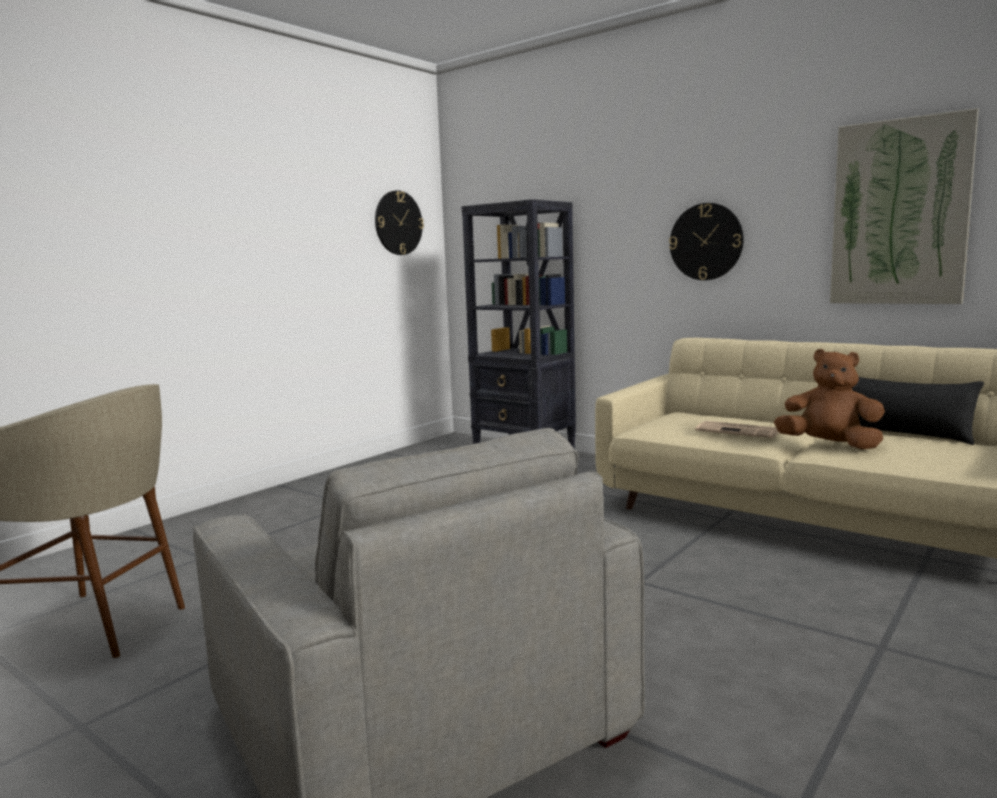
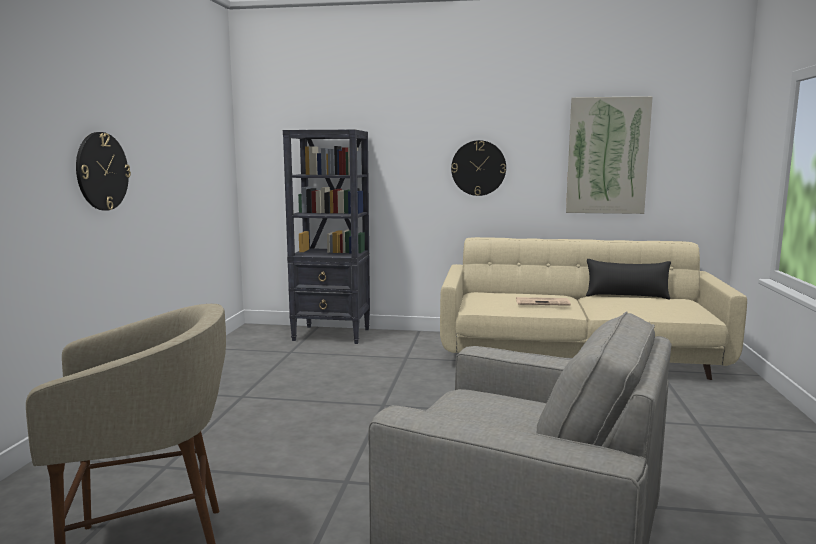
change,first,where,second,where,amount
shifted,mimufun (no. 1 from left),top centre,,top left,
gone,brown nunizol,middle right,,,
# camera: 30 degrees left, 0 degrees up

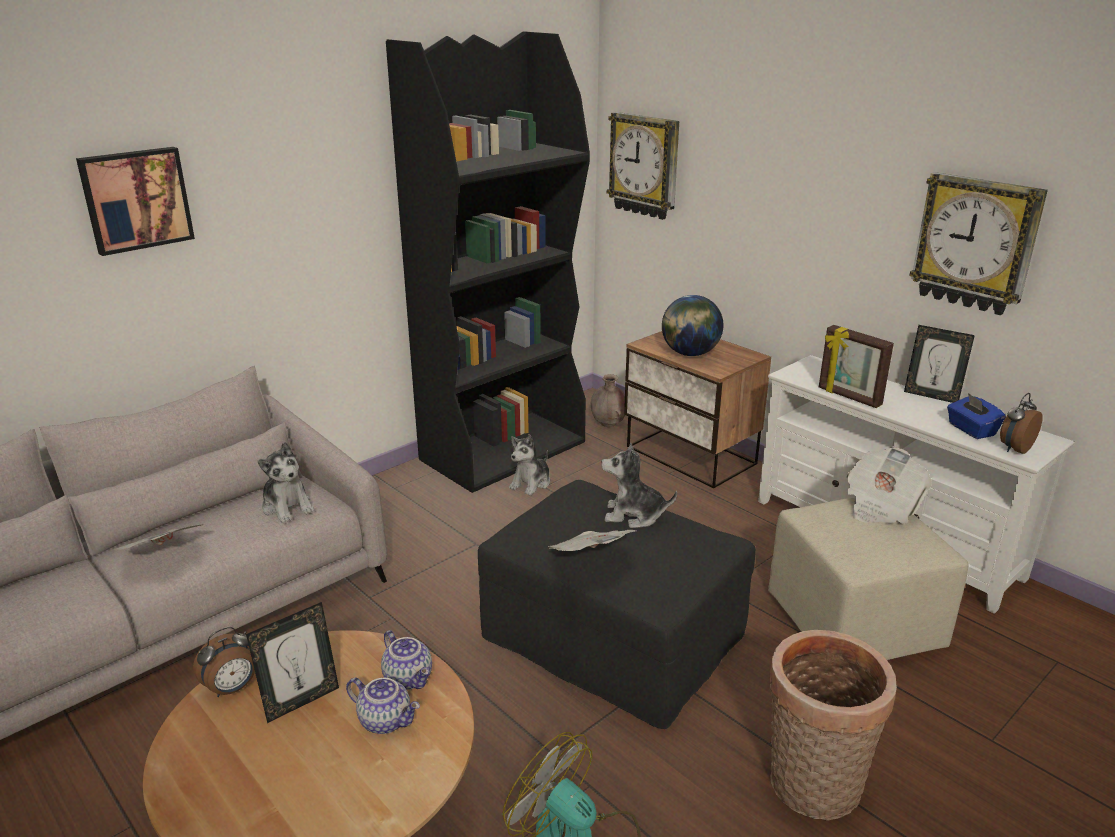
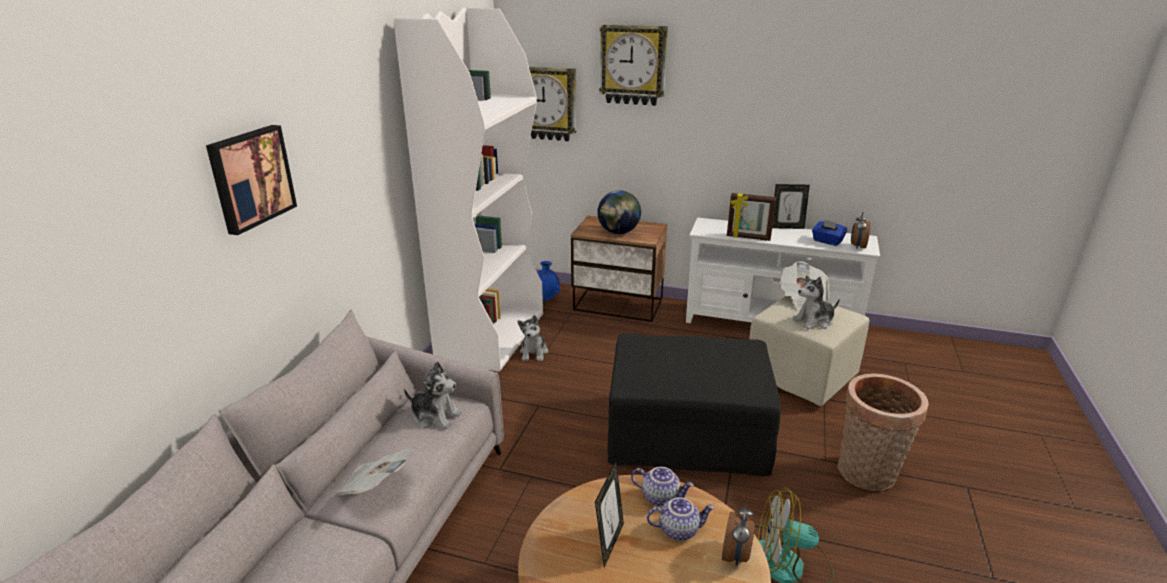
change,first,where,second,where,amount
repainted,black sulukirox,top centre,white sulukirox,top centre,
repainted,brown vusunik,centre,blue vusunik,centre,
shifted,mimufun (no. 2 from left),top right,,top centre,
shifted,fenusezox (no. 1 from left),bottom left,,bottom centre,
shifted,nunizol (no. 3 from left),centre,,middle right,
gone,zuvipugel (no. 2 from left),centre,,,
# camera: 30 degrees left, 0 degrees up

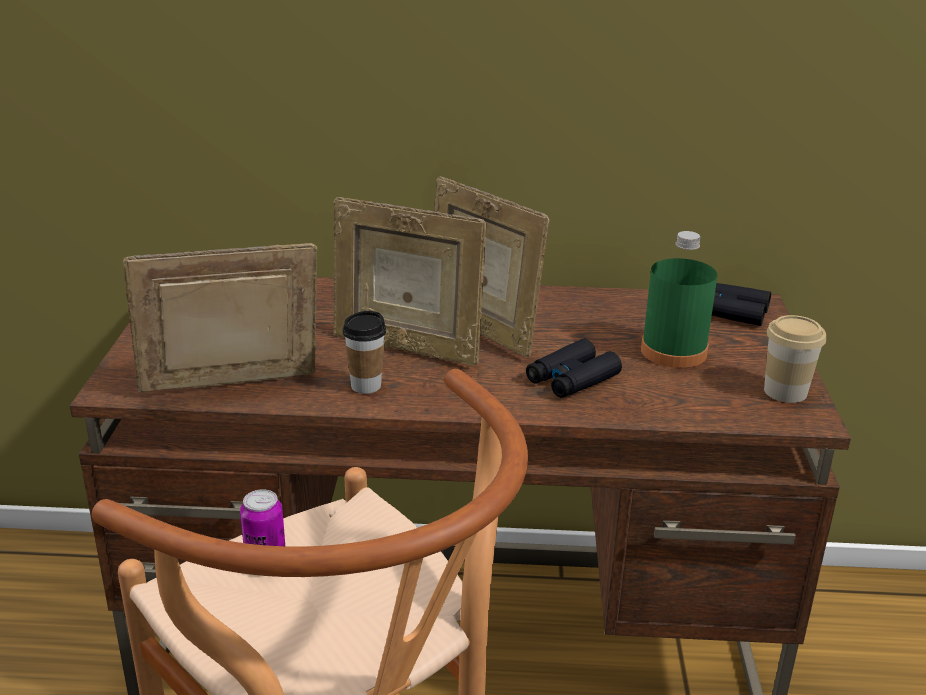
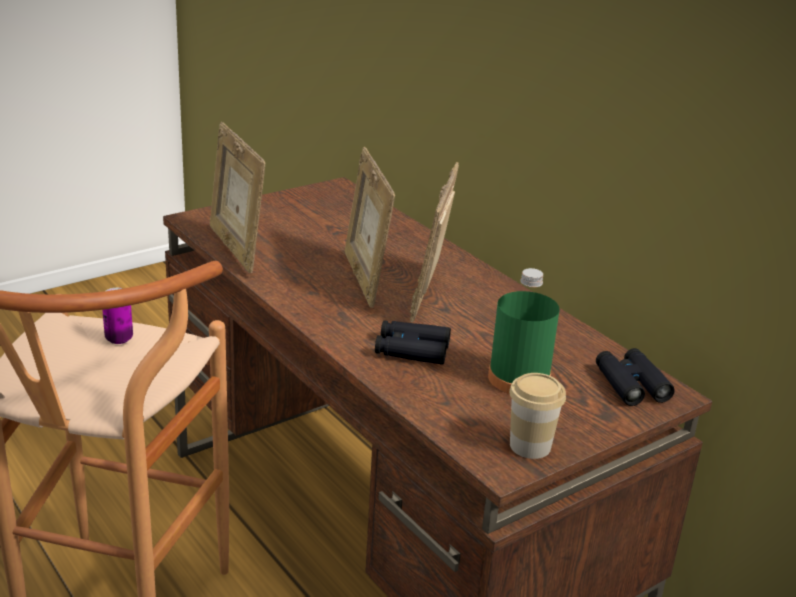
change,first,where,second,where,amount
rotated,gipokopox (no. 1 from left),middle left,,top left,150 degrees counterclockwise
gone,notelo (no. 1 from left),centre,,,
# camera: 50 degrees right, 0 degrees up

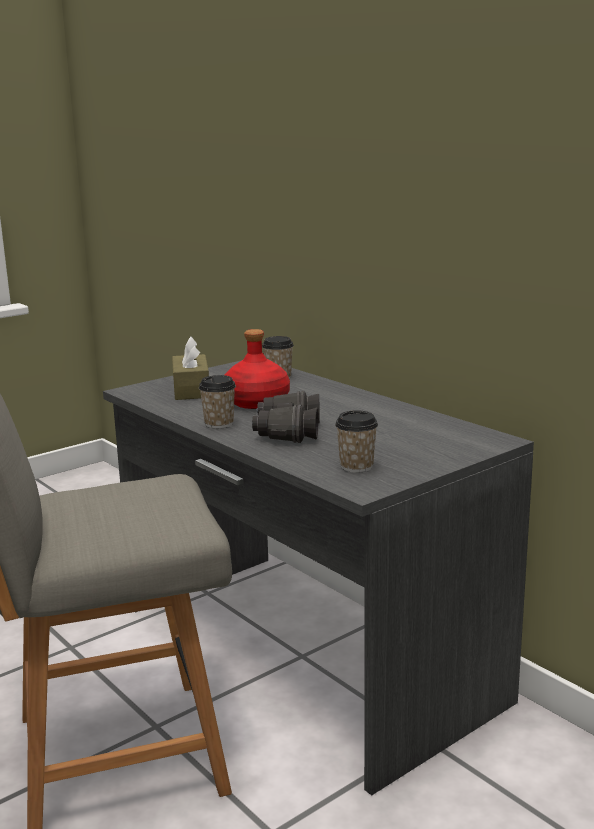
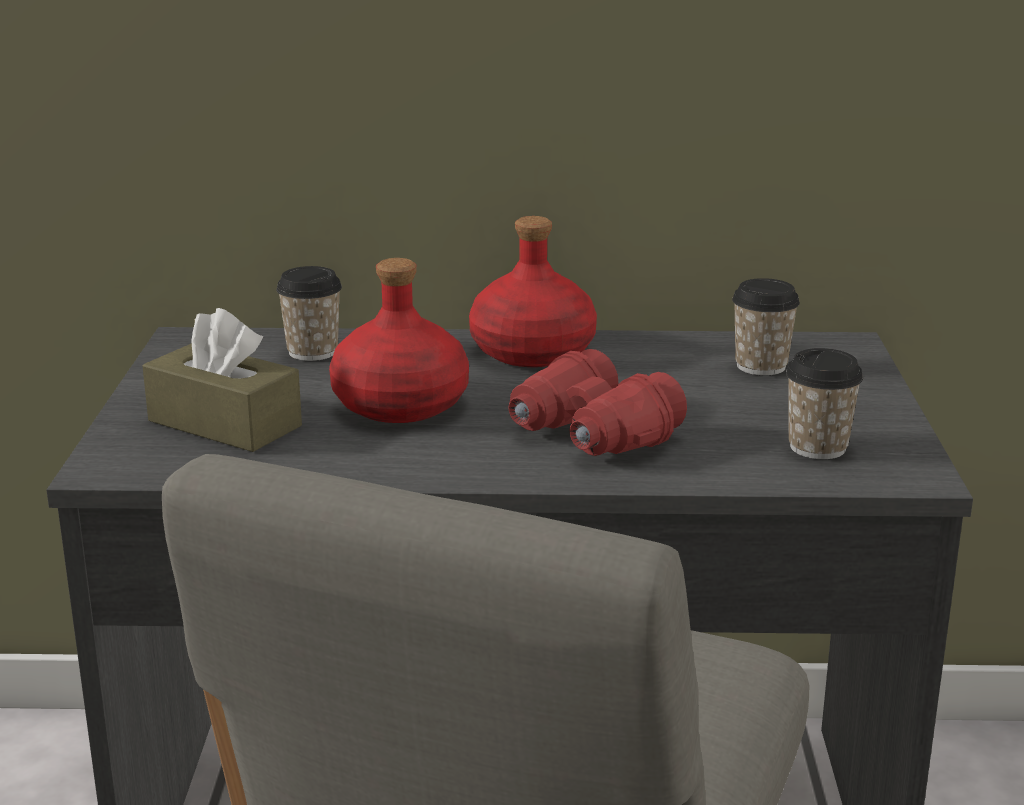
change,first,where,second,where,amount
new,,,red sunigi (no. 2 from left),centre,
repainted,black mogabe,centre,red mogabe,centre,
shifted,notelo (no. 1 from left in the first image),centre,notelo (no. 2 from left),middle right,
# camera: 50 degrees left, 5 degrees up

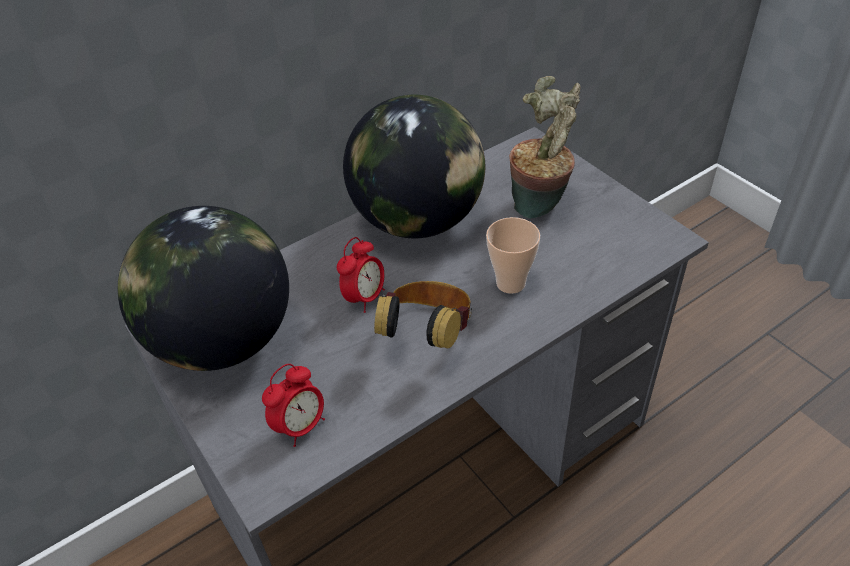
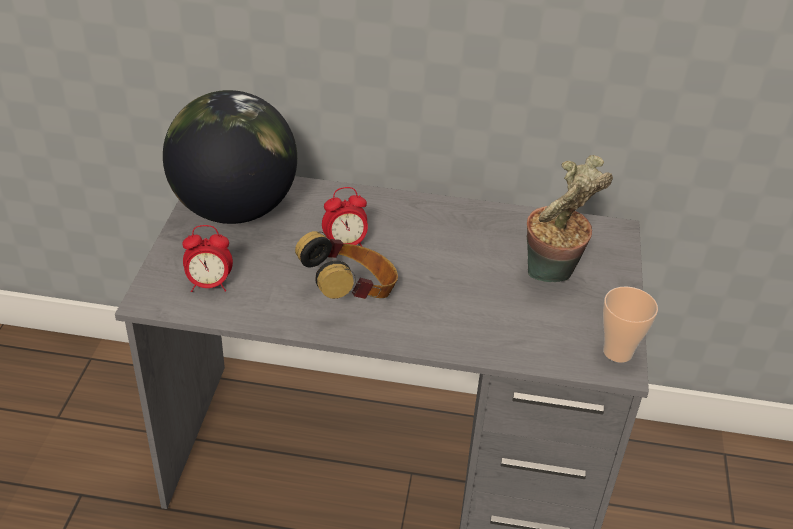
change,first,where,second,where,amount
shifted,notelo,centre,,middle right,
gone,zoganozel (no. 2 from left),top centre,,,
# camera: 40 degrees right, 5 degrees down

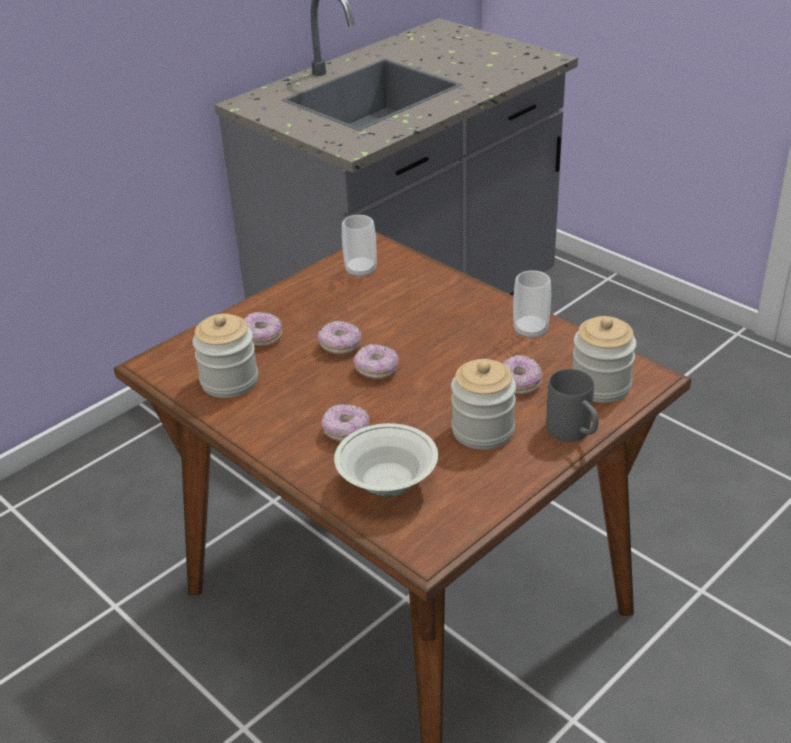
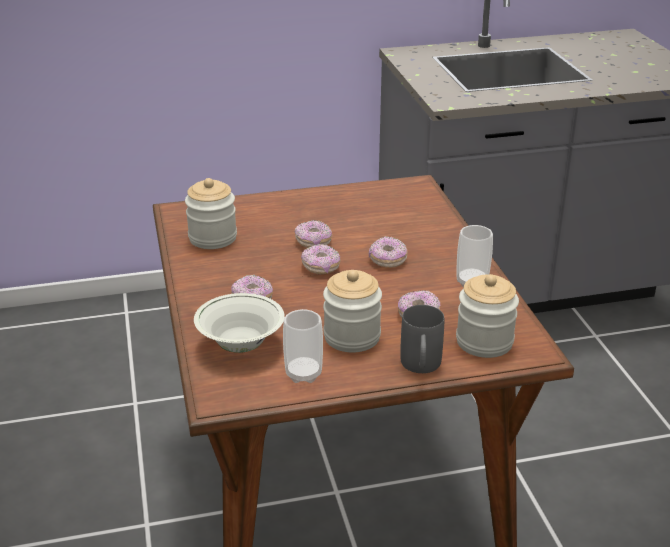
change,first,where,second,where,amount
shifted,notelo (no. 1 from left),top centre,,centre,
shifted,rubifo (no. 1 from left in the first image),middle left,rubifo (no. 4 from left),centre,
# camera: 30 degrees right, 5 degrees down

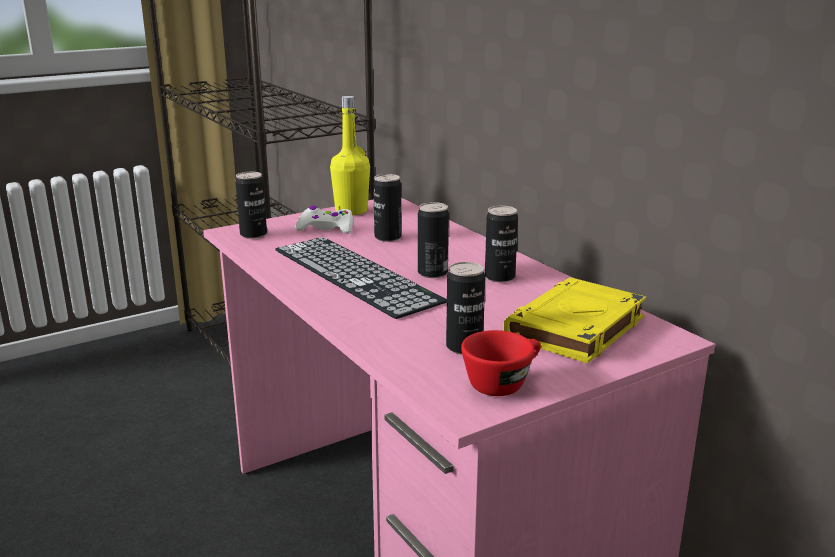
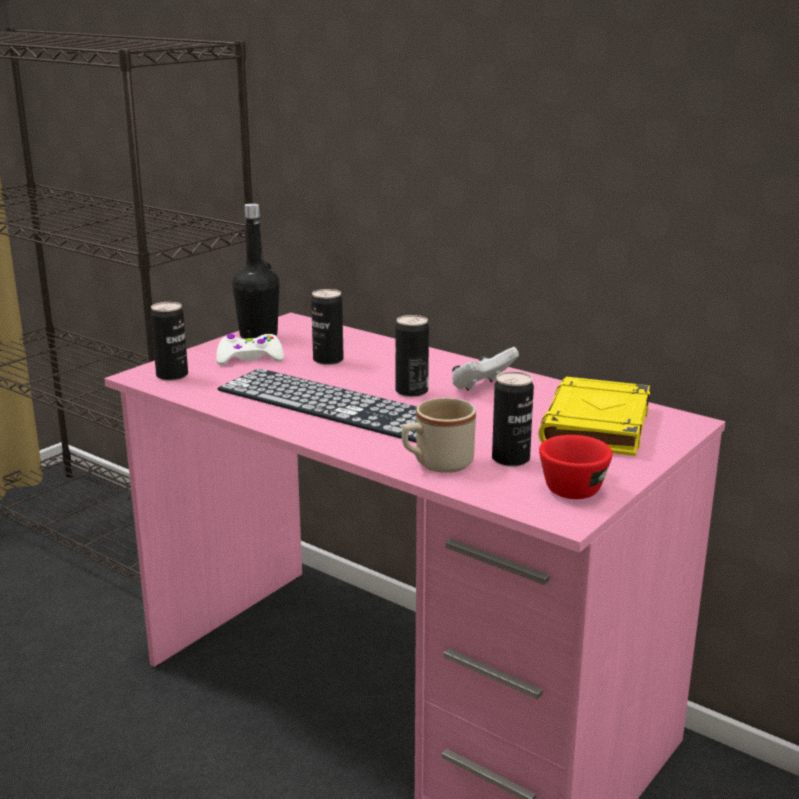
change,first,where,second,where,amount
repainted,yellow sunigi,top centre,black sunigi,middle left,
new,,,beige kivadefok,centre,
swapped,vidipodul (no. 5 from left),centre,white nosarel (no. 2 from left),centre,
# camera: 20 degrees left, 0 degrees up

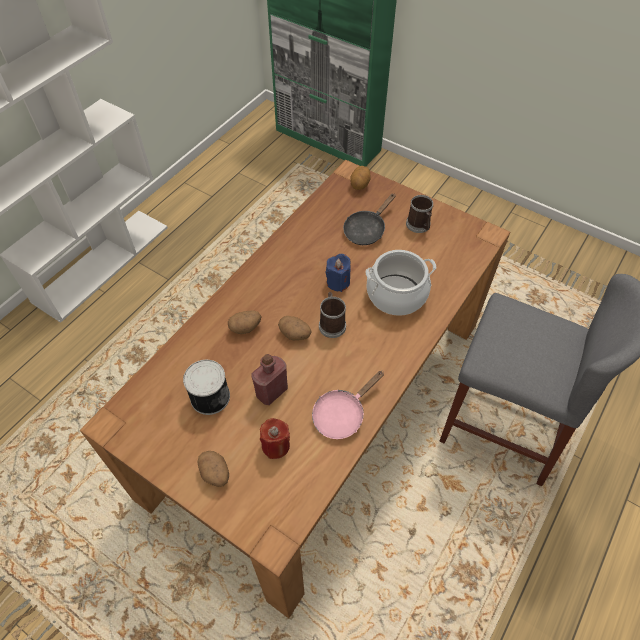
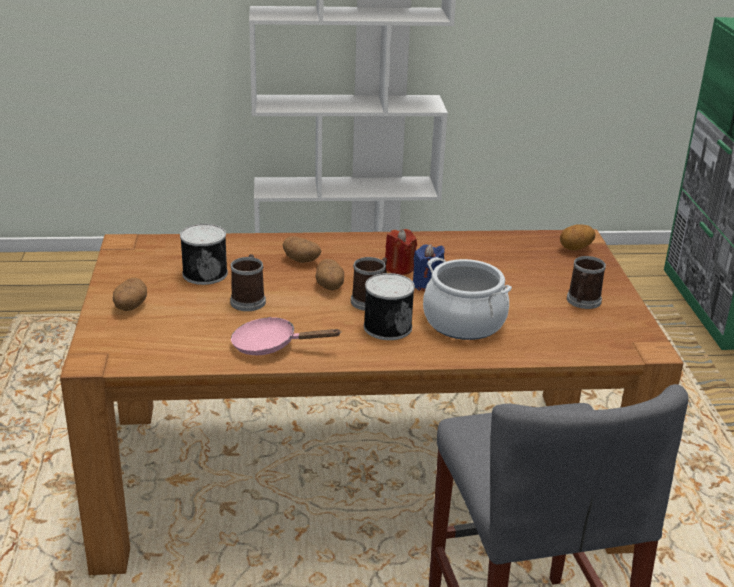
change,first,where,second,where,amount
swapped,red sunigi,centre,kivadefok (no. 1 from left),centre,
new,,,vidipodul (no. 2 from left),centre,
shifted,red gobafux,bottom centre,,centre,
gone,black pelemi,centre,,,
# camera: 50 degrees right, 25 degrees down

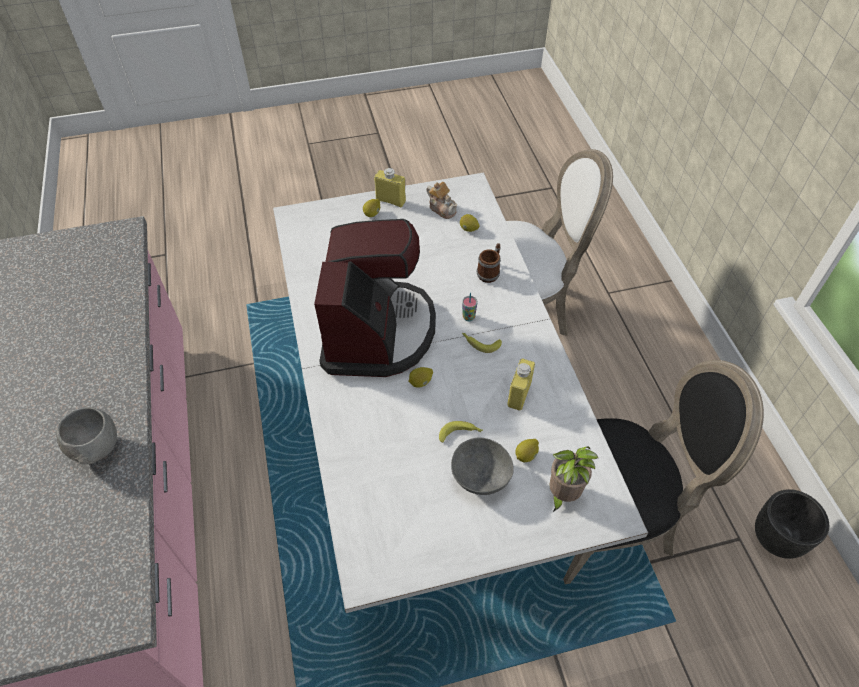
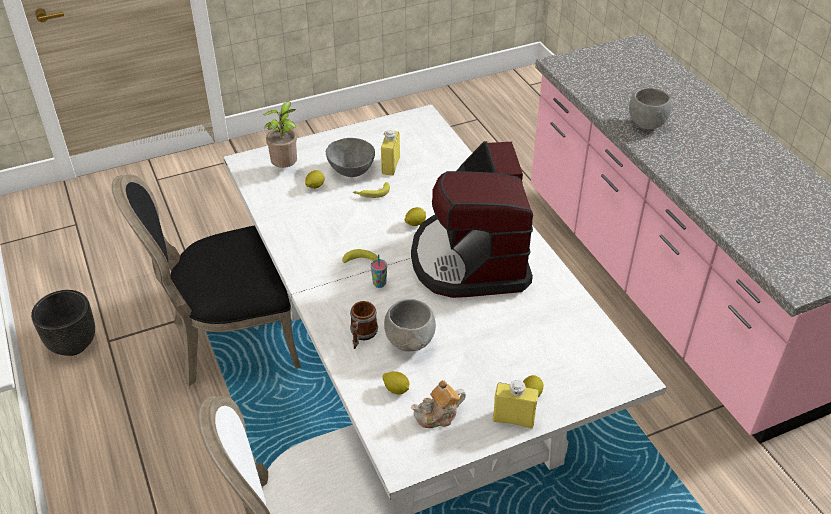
change,first,where,second,where,amount
shifted,yellow sunigi (no. 2 from left in the first image),centre,yellow sunigi (no. 1 from left),top centre,
new,,,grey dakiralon (no. 2 from left),centre,
rotated,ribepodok,top centre,,bottom centre,60 degrees counterclockwise
# camera: 170 degrees right, 10 degrees down

